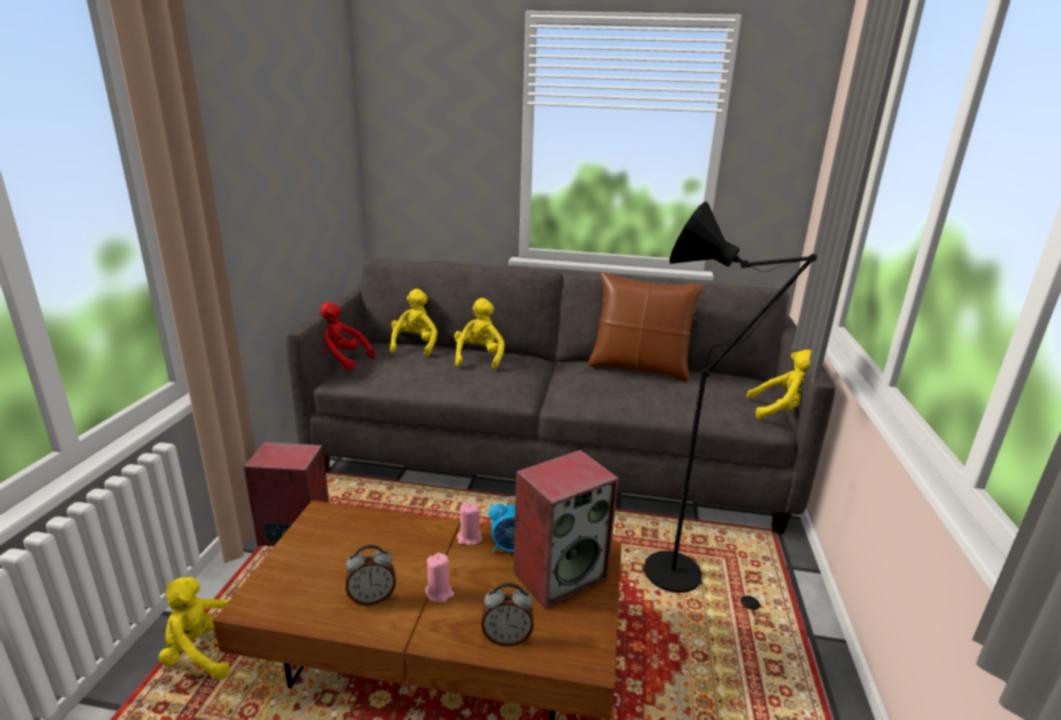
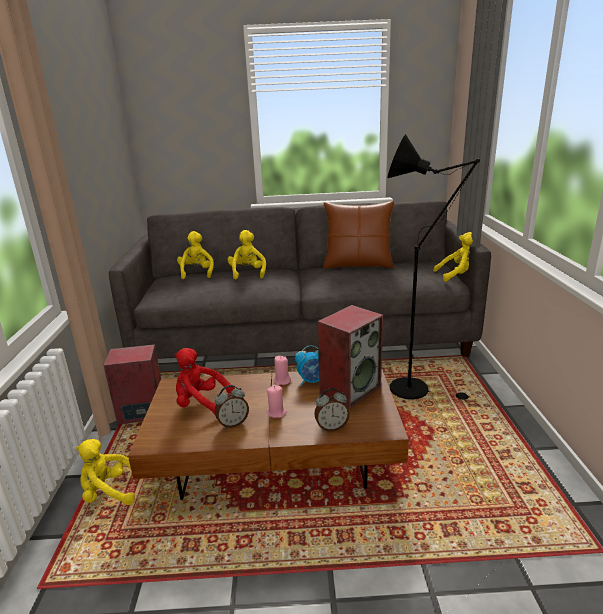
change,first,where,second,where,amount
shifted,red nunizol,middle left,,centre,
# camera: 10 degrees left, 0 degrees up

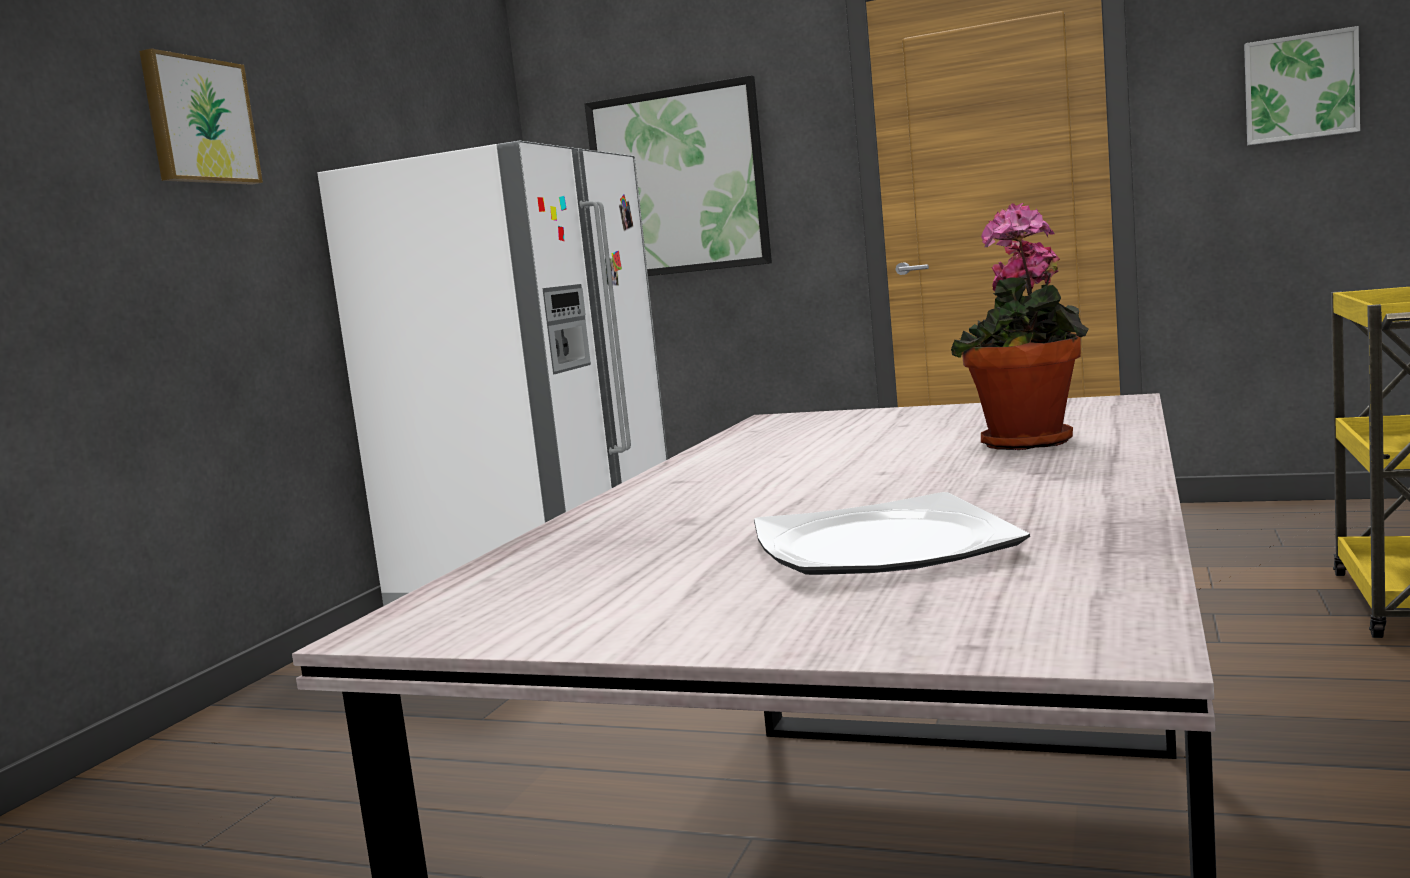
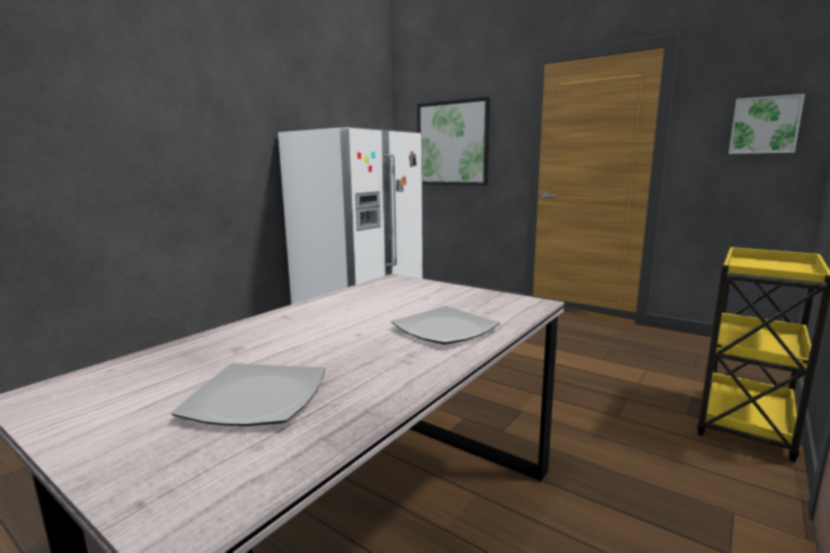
change,first,where,second,where,amount
swapped,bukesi,middle right,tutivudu (no. 2 from left),centre,
gone,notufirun (no. 1 from left),top left,,,
# camera: 15 degrees right, 5 degrees up

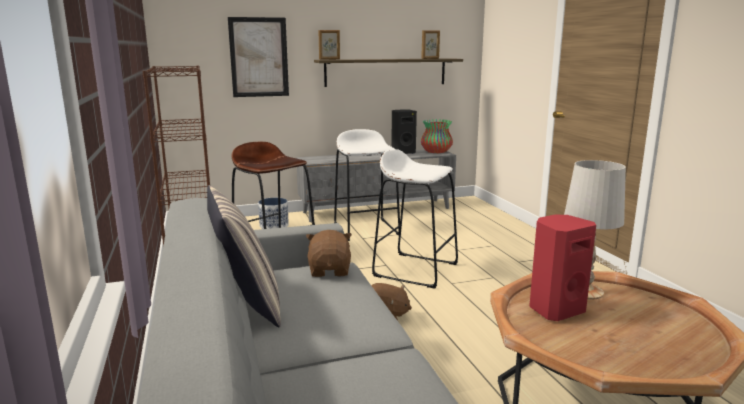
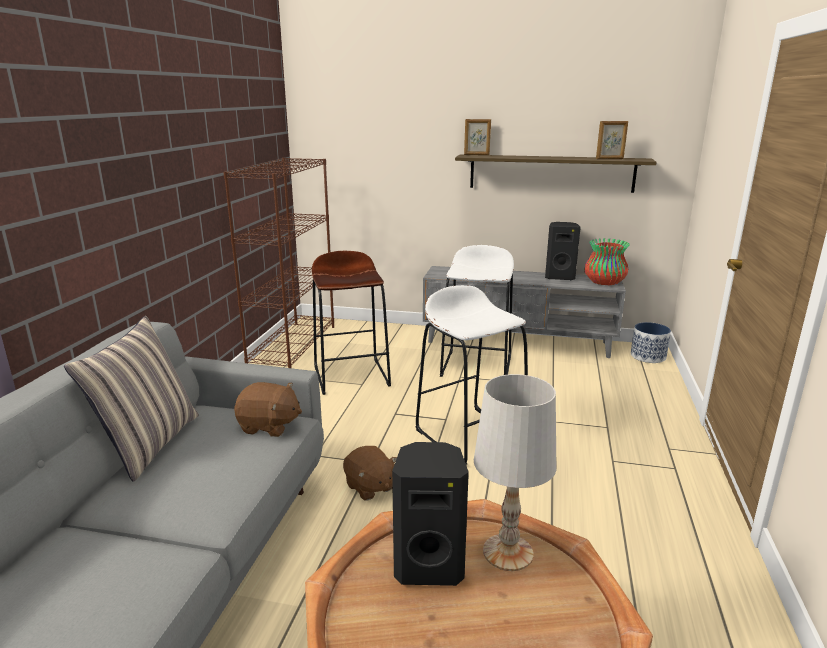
change,first,where,second,where,amount
rotated,brown nunizol (no. 1 from left),centre,,middle left,75 degrees clockwise
repainted,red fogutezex,middle right,black fogutezex (no. 1 from left),bottom centre,
shifted,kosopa,centre,,middle right,
gone,notufirun,top centre,,,
# camera: 30 degrees right, 5 degrees up

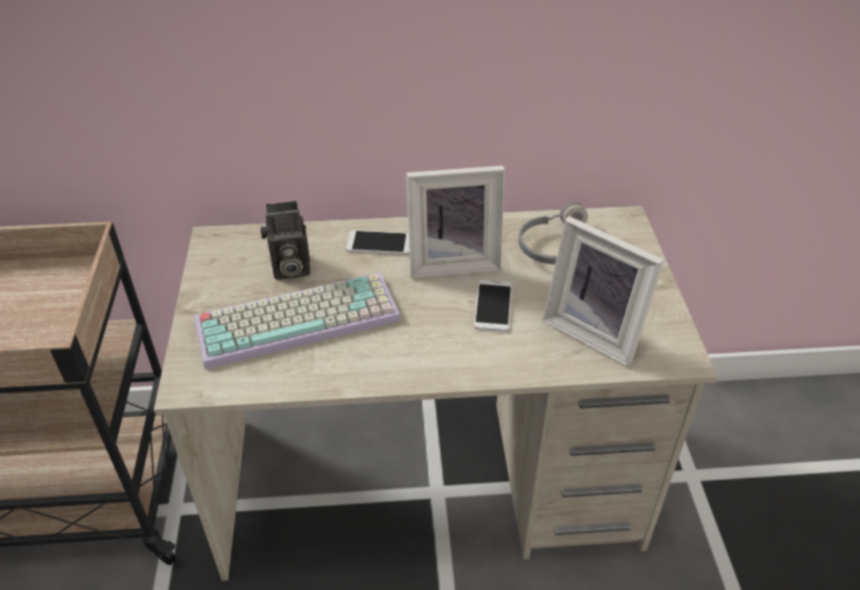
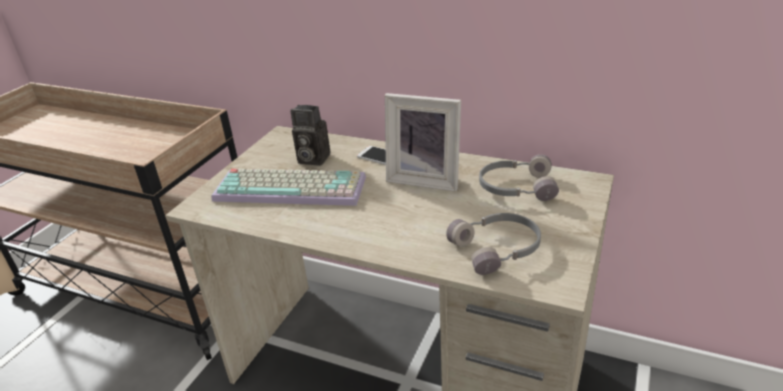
change,first,where,second,where,amount
swapped,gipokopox (no. 2 from left),middle right,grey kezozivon (no. 1 from left),centre,
gone,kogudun (no. 2 from left),centre,,,
# camera: 30 degrees right, 10 degrees down

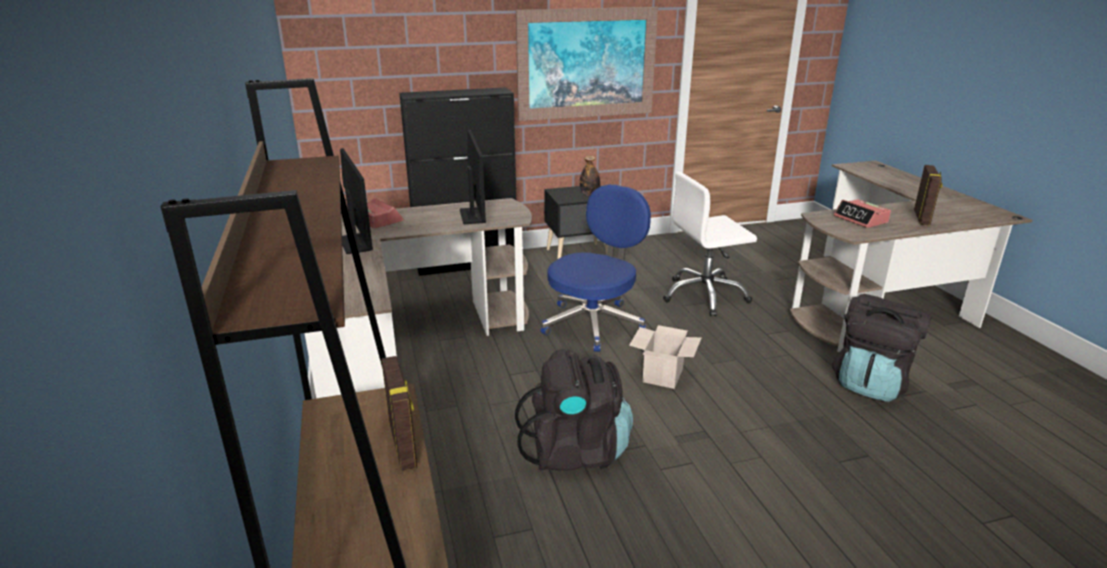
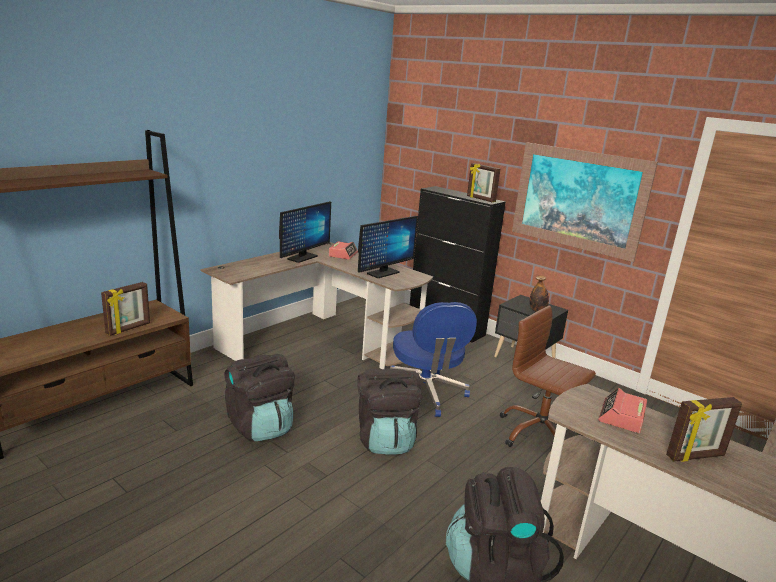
change,first,where,second,where,amount
swapped,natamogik,centre,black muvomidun (no. 2 from left),bottom centre,
rotated,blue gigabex,centre,,centre,75 degrees clockwise
new,,,gipokopox (no. 2 from left),top centre,
repainted,white gigabex,centre,brown gigabex,middle right,
# camera: 55 degrees right, 5 degrees down

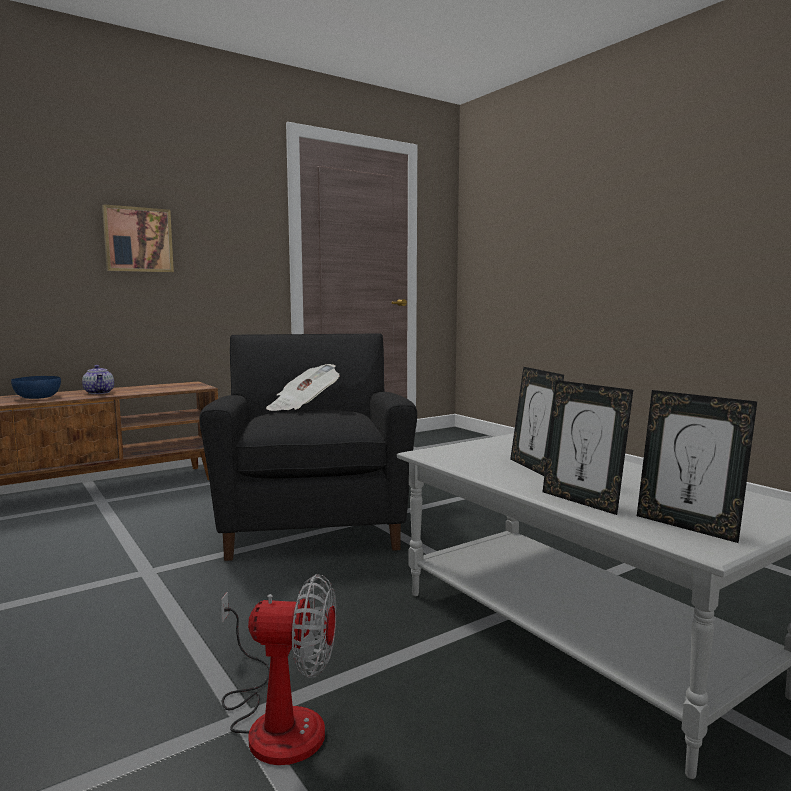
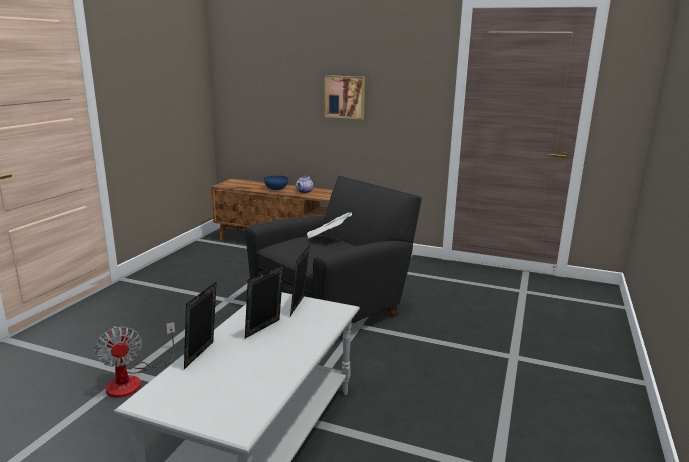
change,first,where,second,where,amount
shifted,gipokopox (no. 3 from left),middle right,,centre,
# camera: 55 degrees right, 10 degrees up

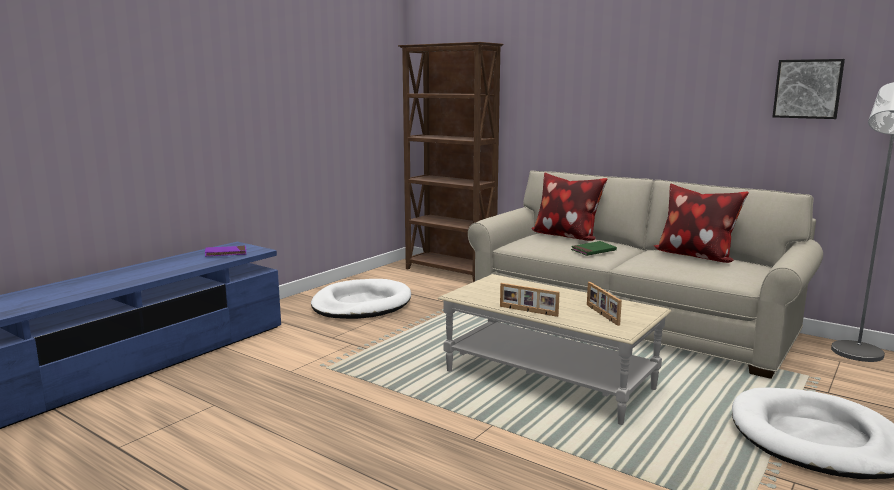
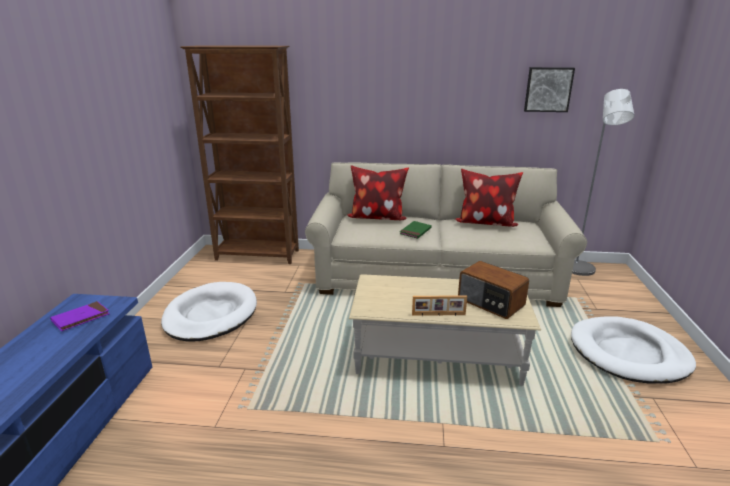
change,first,where,second,where,amount
swapped,gipokopox (no. 2 from left),middle right,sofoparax,middle right,
# camera: 30 degrees left, 10 degrees up

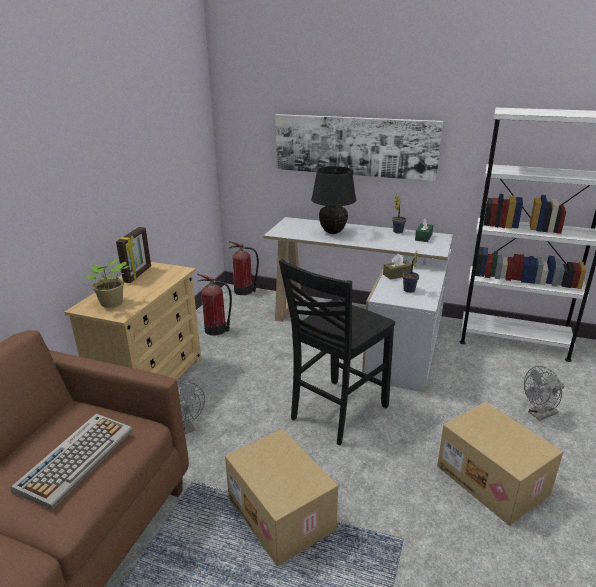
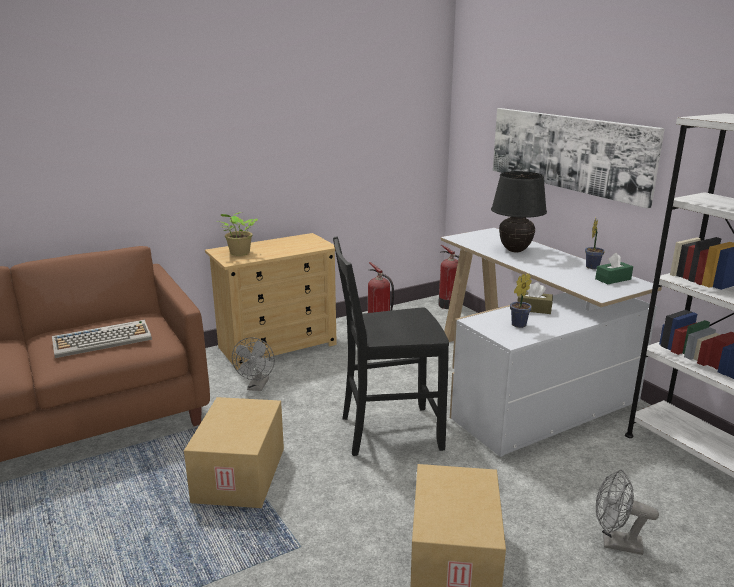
change,first,where,second,where,amount
gone,gipokopox,middle left,,,
# camera: 40 degrees right, 5 degrees down

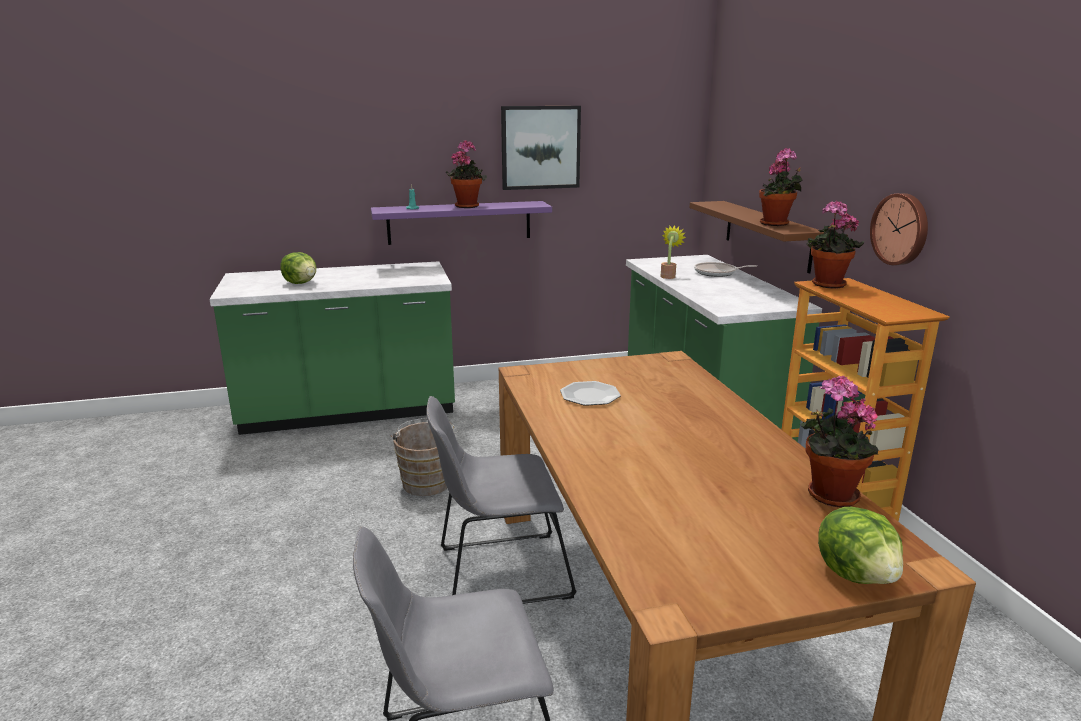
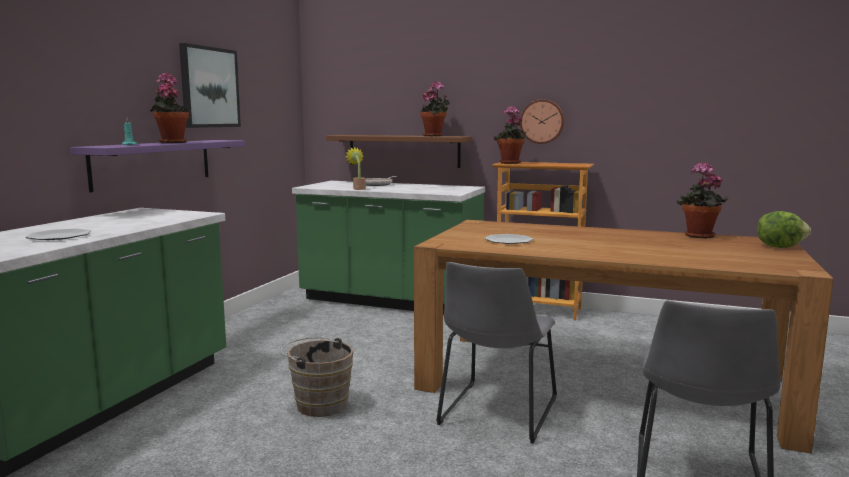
change,first,where,second,where,amount
swapped,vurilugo (no. 1 from left),middle left,tutivudu (no. 1 from left),middle left,
# camera: 55 degrees left, 10 degrees down

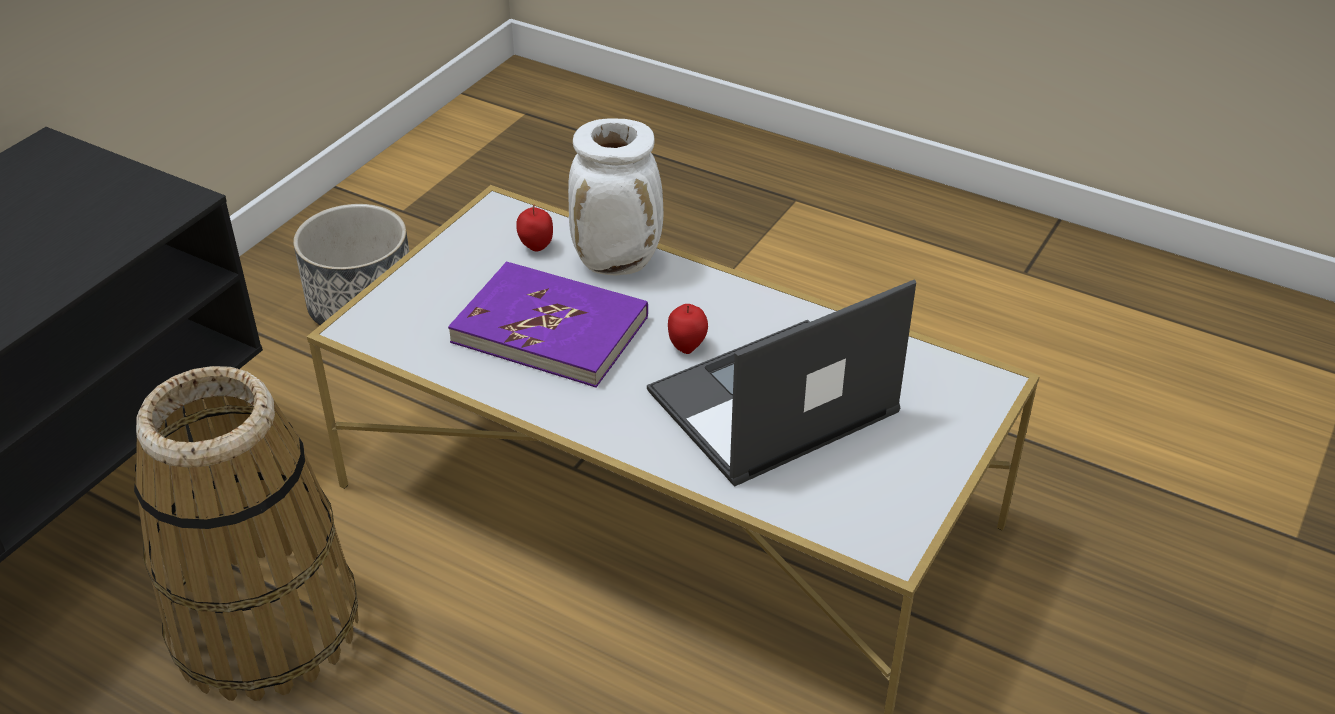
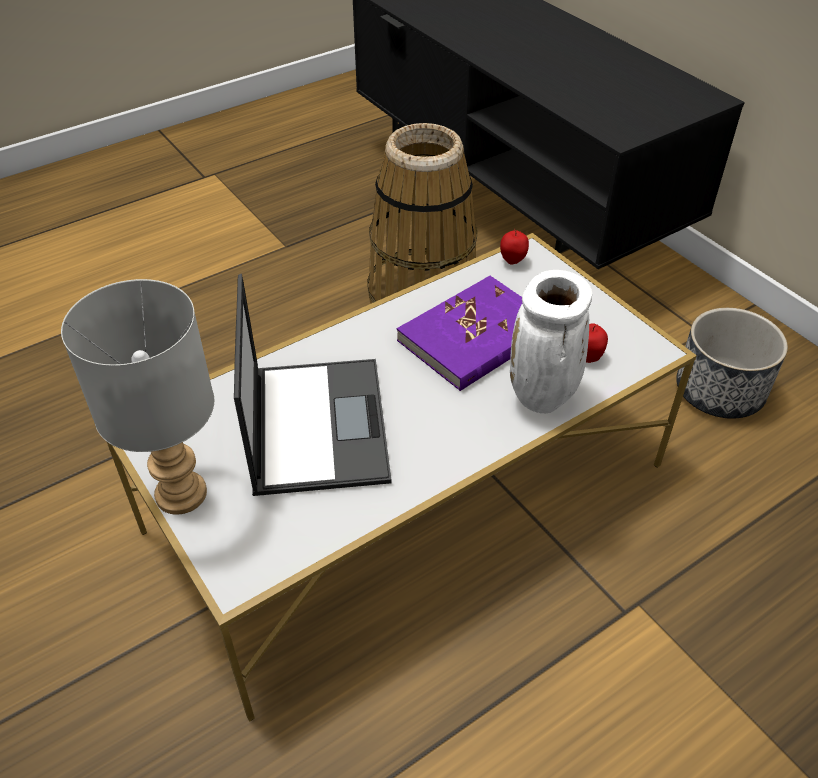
change,first,where,second,where,amount
new,,,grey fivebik,middle left,
shifted,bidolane (no. 2 from left in the first image),centre,bidolane (no. 1 from left),top centre,
# camera: 115 degrees right, 5 degrees up

